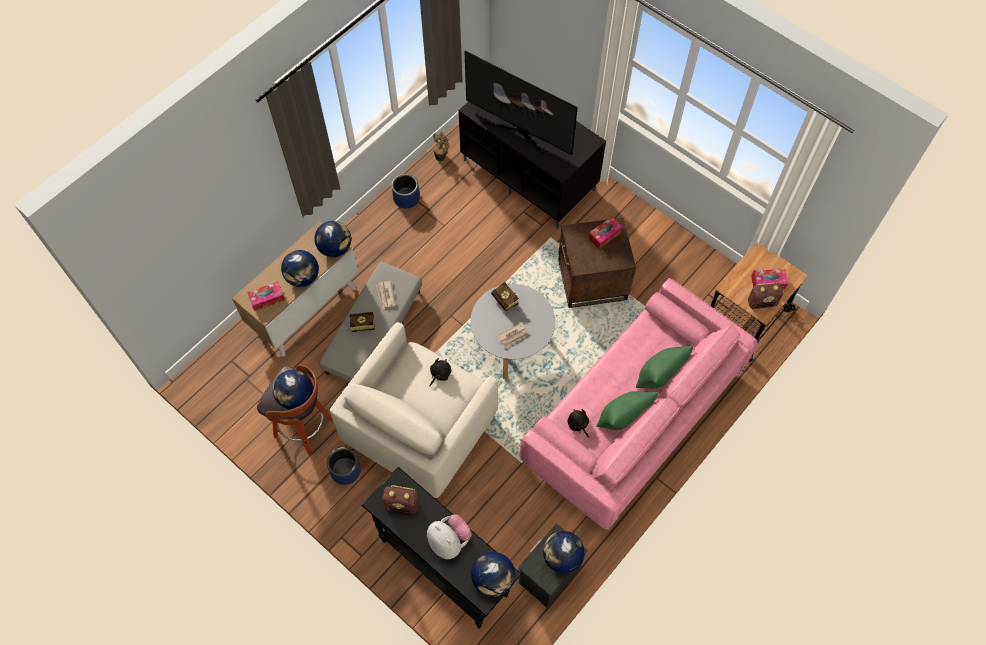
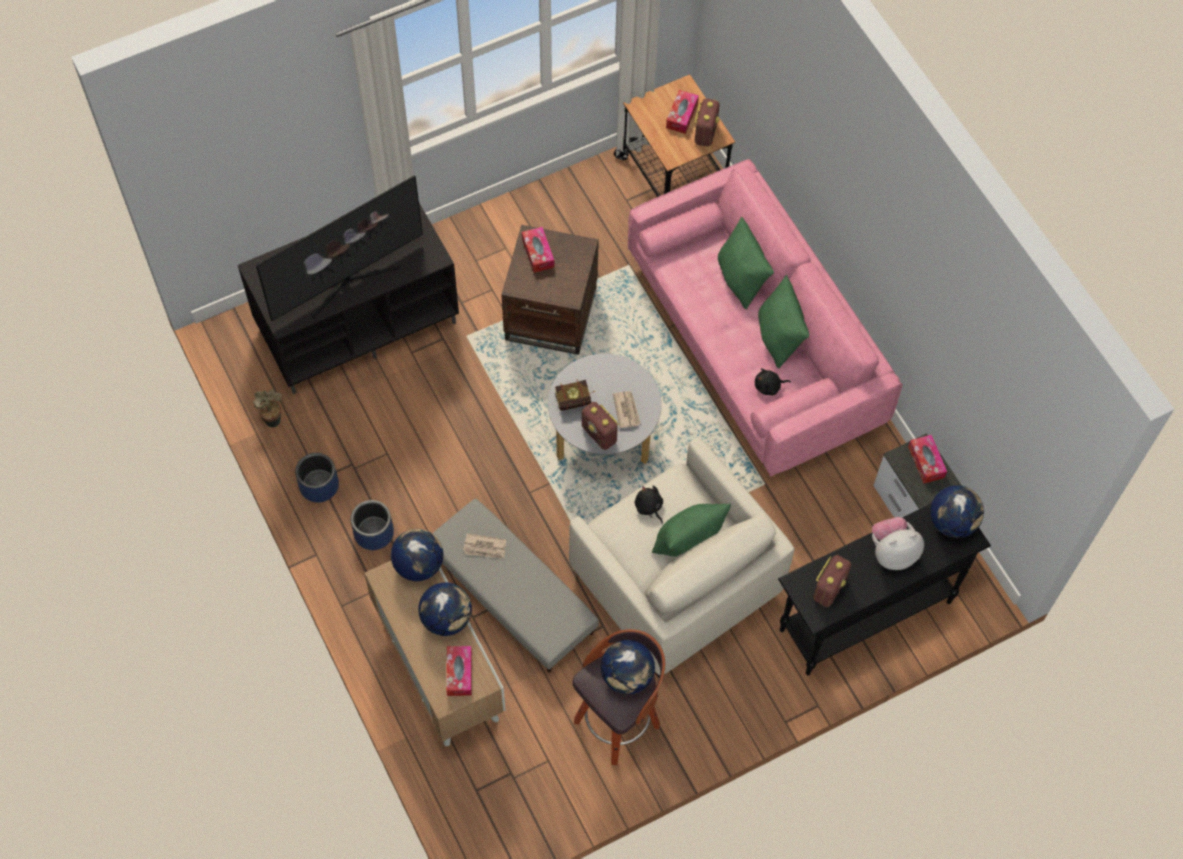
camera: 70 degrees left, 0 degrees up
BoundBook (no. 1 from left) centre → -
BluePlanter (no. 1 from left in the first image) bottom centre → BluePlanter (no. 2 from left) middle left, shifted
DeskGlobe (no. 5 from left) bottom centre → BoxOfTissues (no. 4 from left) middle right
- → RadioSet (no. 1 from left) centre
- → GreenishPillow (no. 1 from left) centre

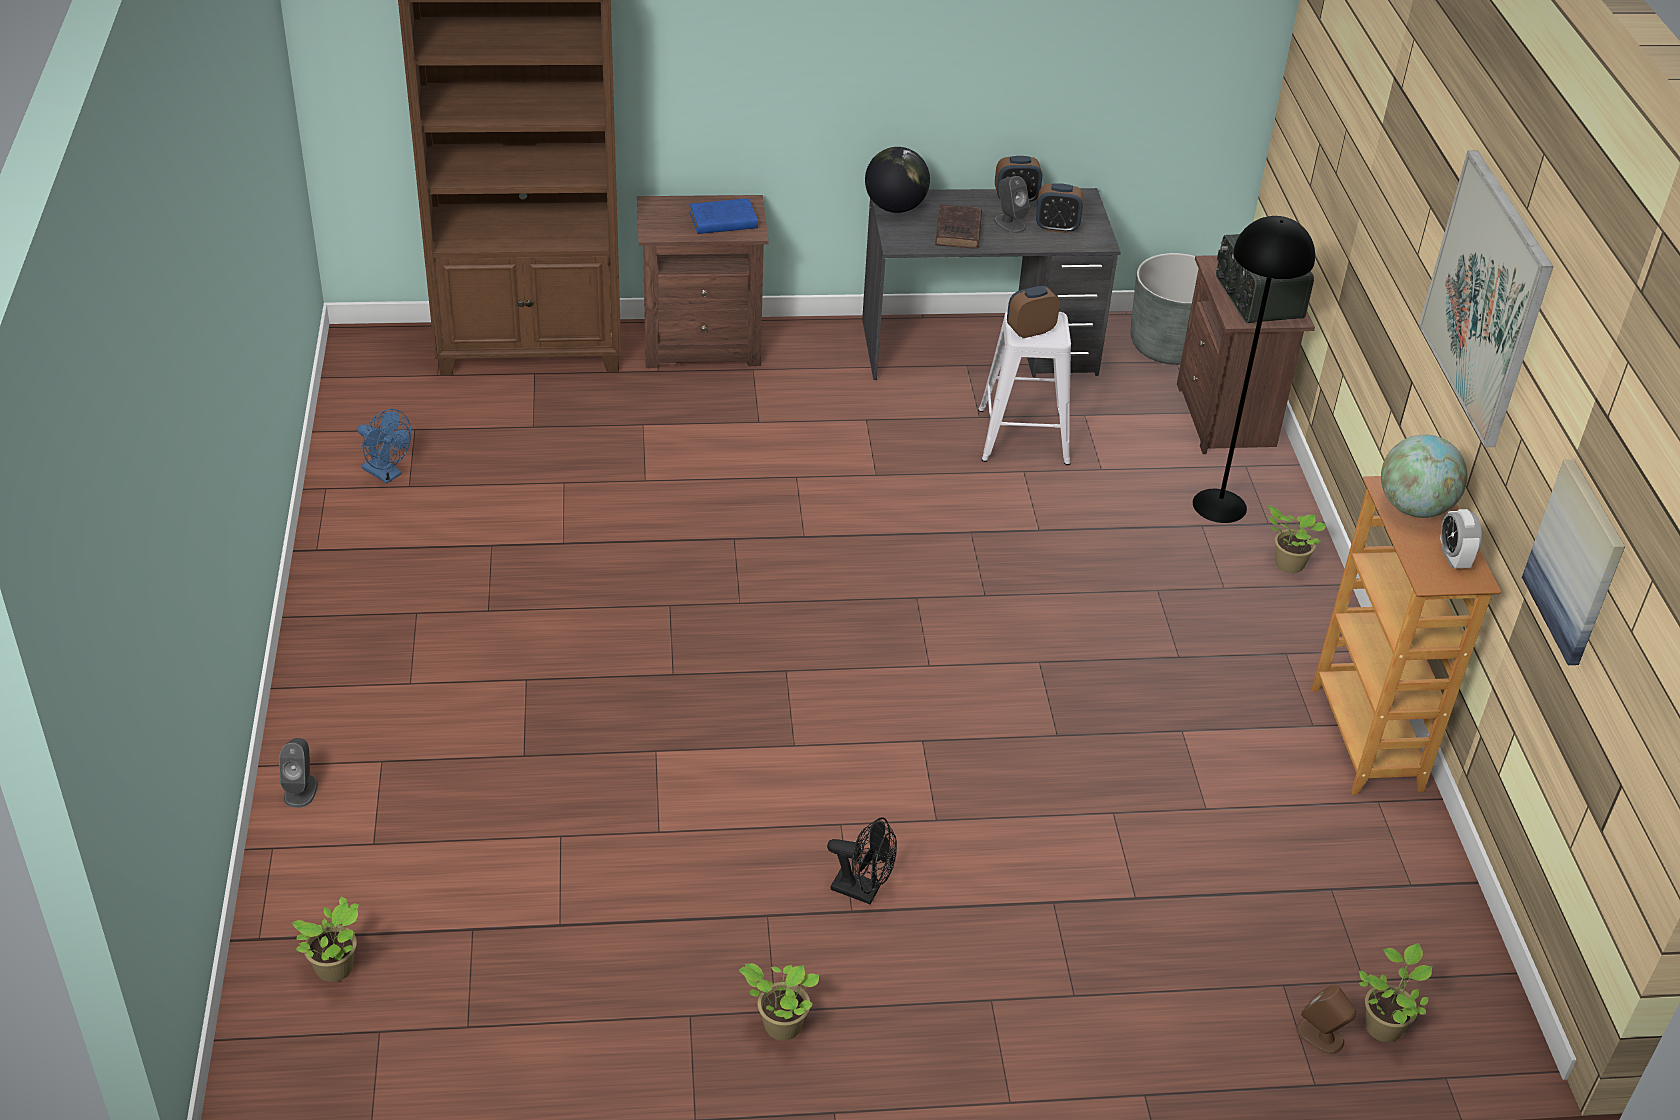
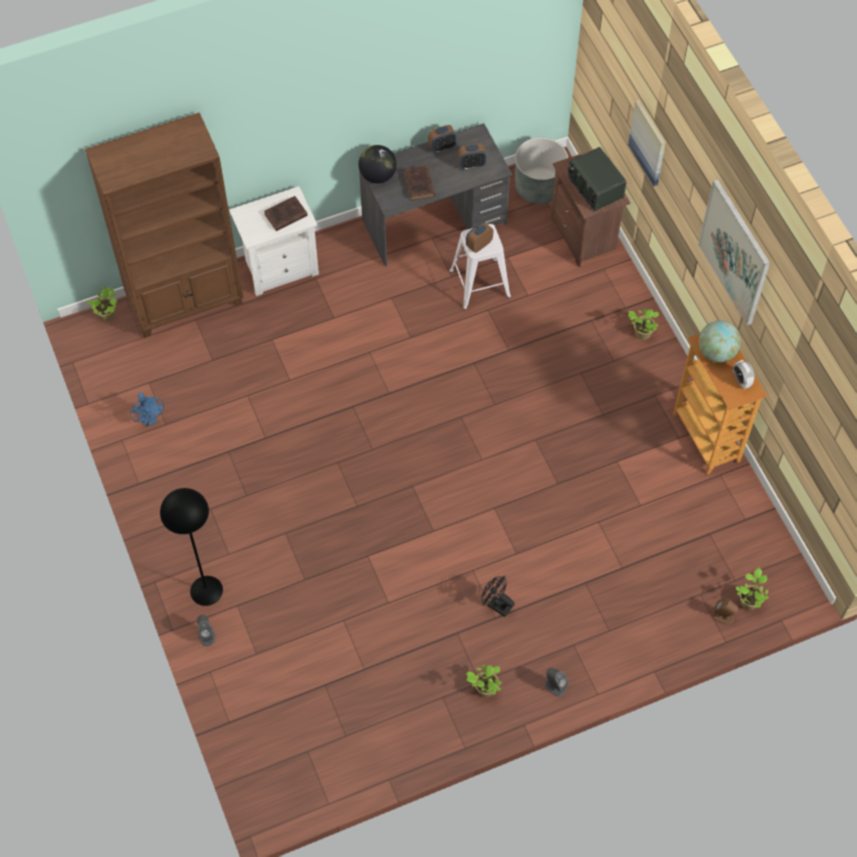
camera: 15 degrees left, 20 degrees up
GreyLoudspeaker (no. 2 from left) top centre → GreyLoudspeaker (no. 2 from left) bottom centre, shifted
BrownishBedsideTable (no. 1 from left) top centre → WhiteBedsideTable top left
BlueBoundBook top centre → BrownishBoundBook (no. 1 from left) top centre
BlackStandardLamp top right → BlackStandardLamp middle left, shifted
BlueFan middle left, 45 degrees clockwise
WallPicture (no. 2 from left in the first image) middle right → WallPicture (no. 1 from left) top right, shifted
BlackFan bottom centre, 150 degrees counterclockwise
PottedPlant (no. 1 from left) bottom left → PottedPlant (no. 1 from left) middle left, shifted

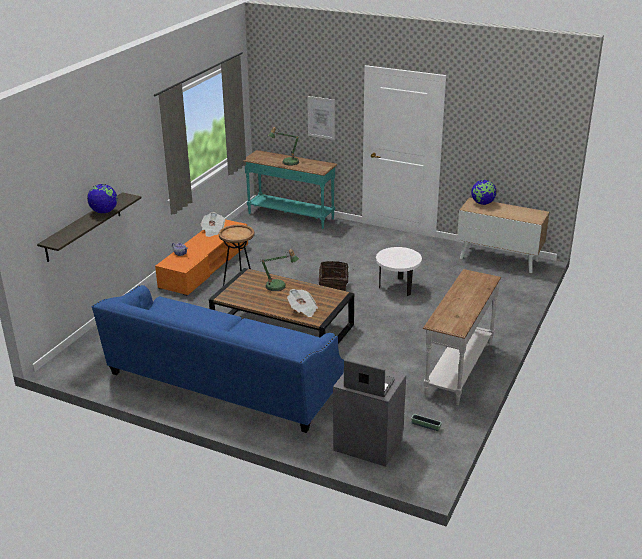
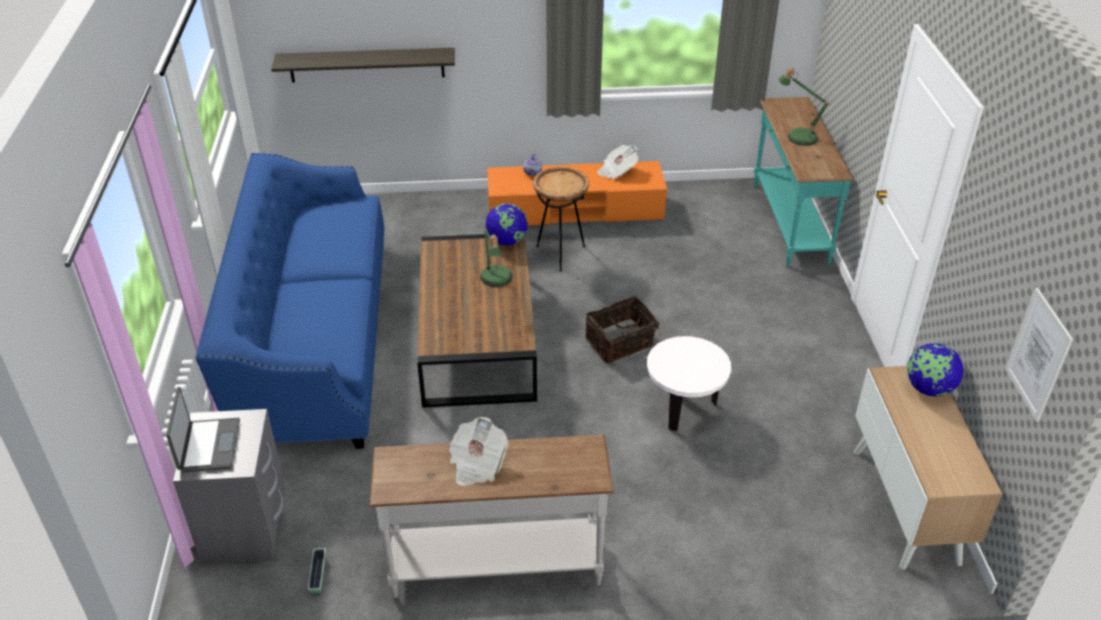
camera: 60 degrees right, 10 degrees up
WallPicture top centre → WallPicture middle right, shifted
DeskGlobe (no. 1 from left) middle left → DeskGlobe (no. 1 from left) centre, shifted
Newspaper (no. 2 from left in the first image) centre → Newspaper (no. 1 from left) bottom centre, shifted

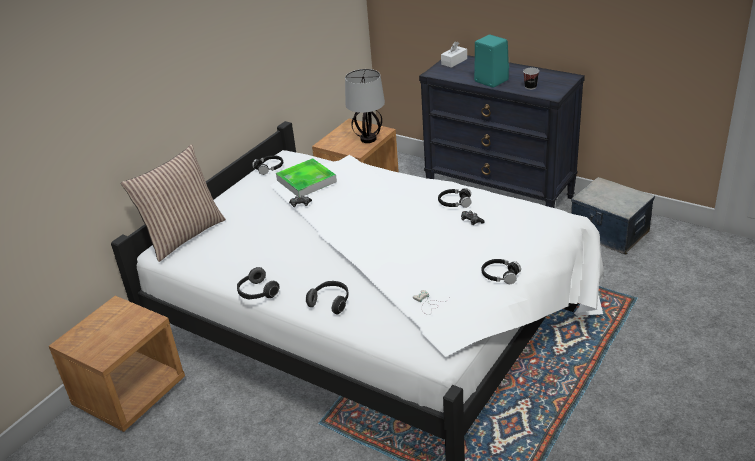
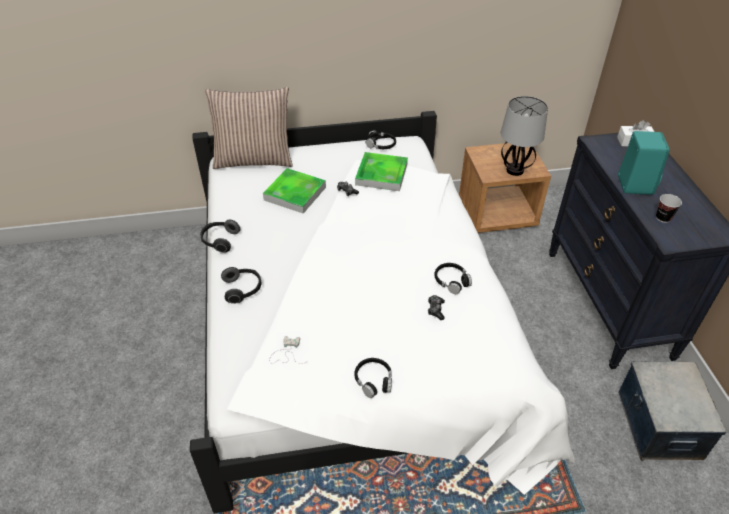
camera: 45 degrees right, 10 degrees up
BrownishBedsideTable (no. 1 from left) bottom left → -
- → Tray (no. 1 from left) centre

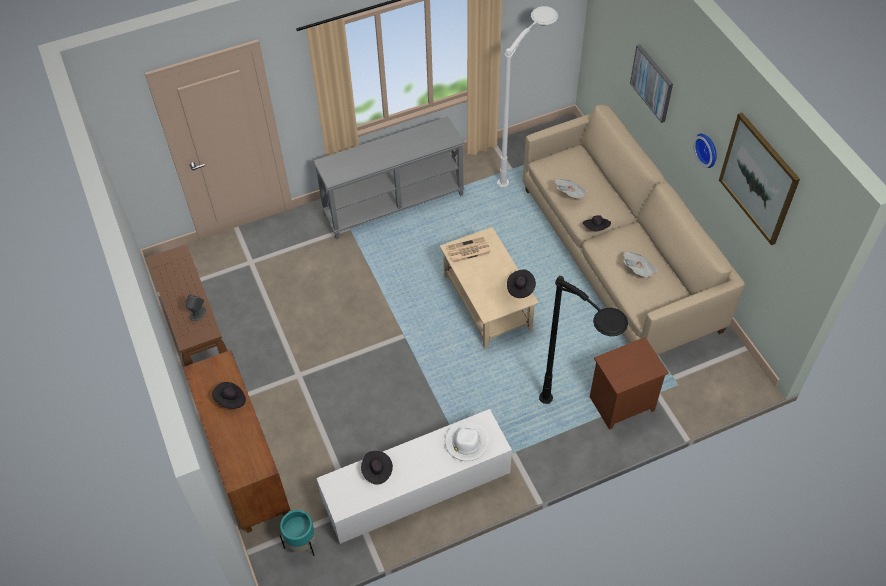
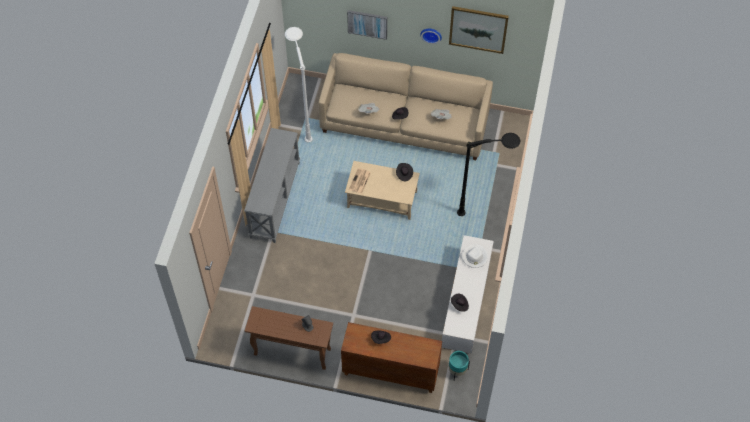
camera: 55 degrees left, 5 degrees up
BrownishBedsideTable middle right → -

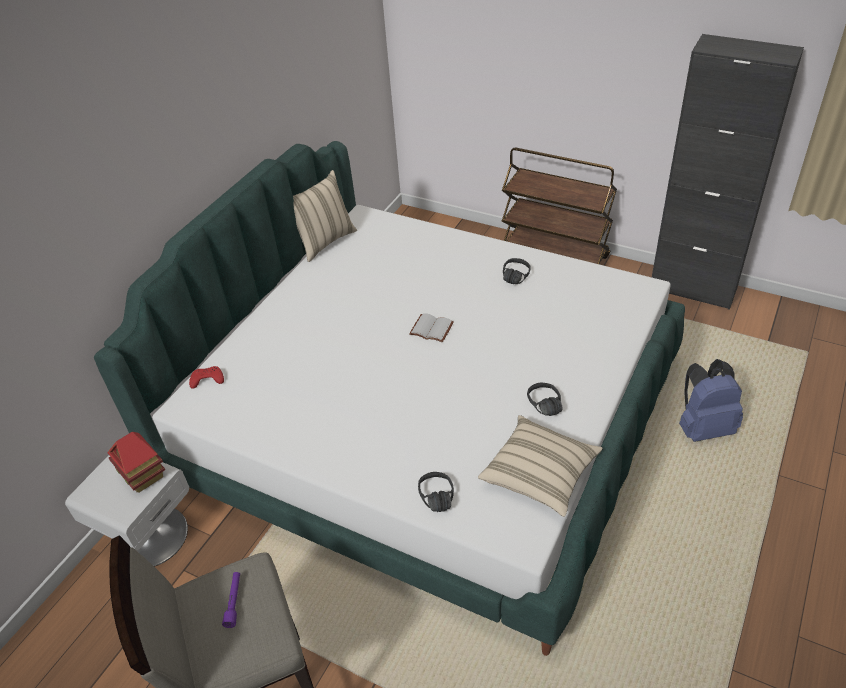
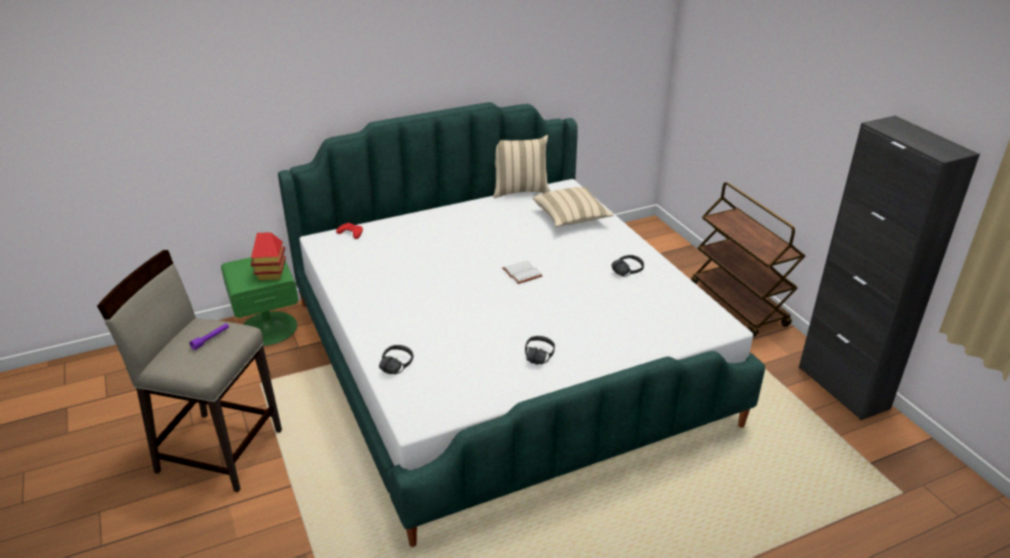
camera: 35 degrees right, 10 degrees down
BlueBackpack middle right → -
BeigeColouredPillow (no. 2 from left) bottom centre → BeigeColouredPillow (no. 2 from left) centre, shifted
WhiteBedsideTable bottom left → GreenishBedsideTable middle left

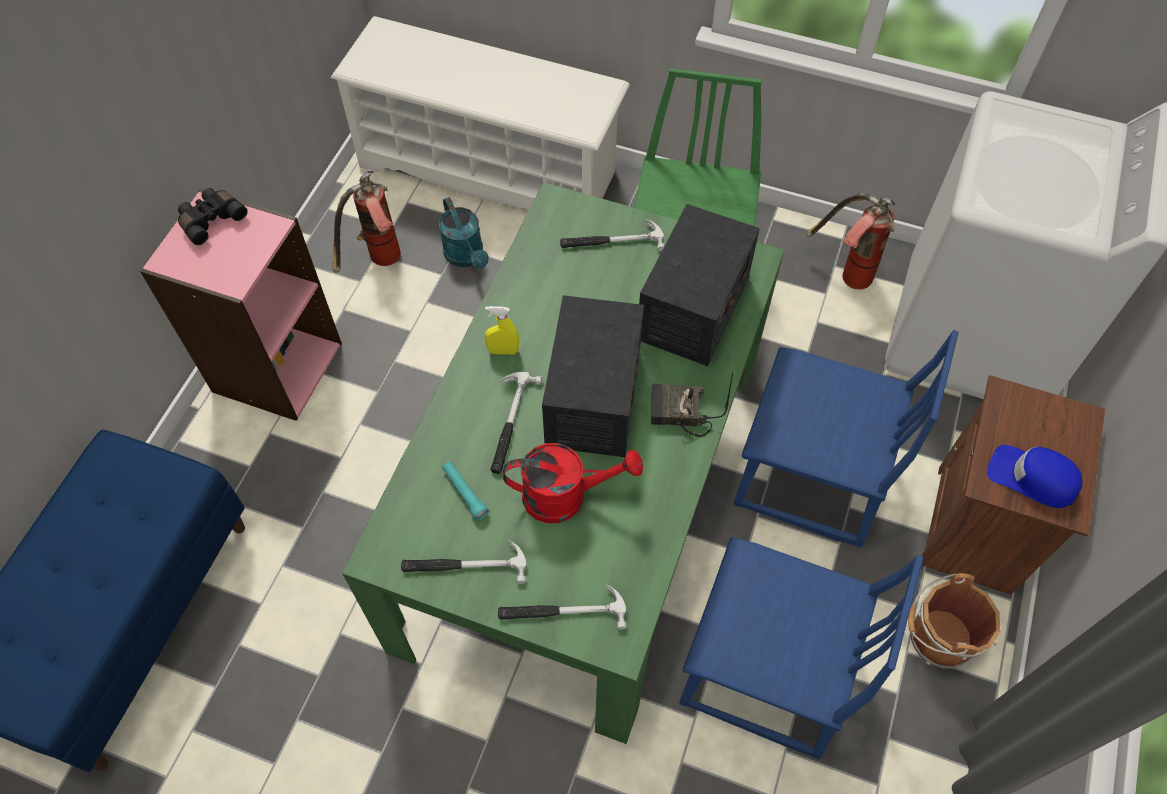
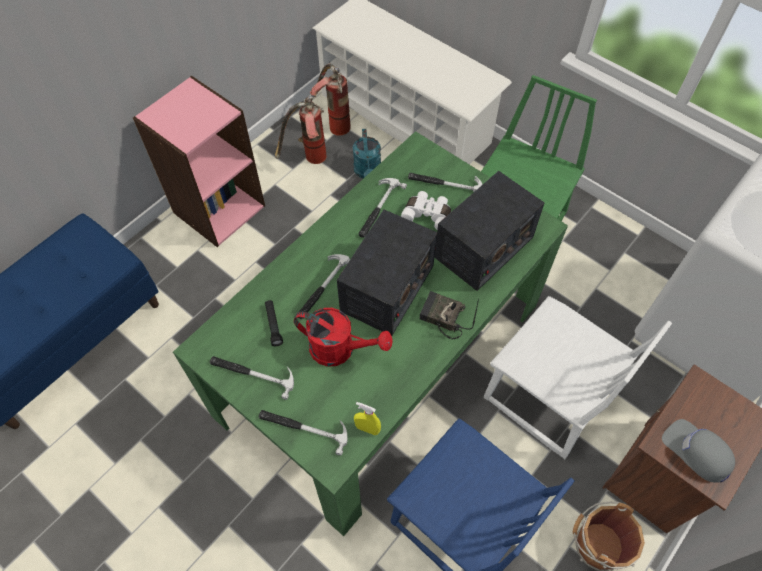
camera: 20 degrees right, 0 degrees up
BlackPairOfBinoculars top left → -
FireFightingCylinder (no. 2 from left) top right → FireFightingCylinder (no. 2 from left) top centre, shifted
YellowColouredSprayBottle centre → YellowColouredSprayBottle bottom centre, shifted
BlueChair (no. 2 from left) middle right → WhiteChair middle right
BlueCap middle right → GreyCap bottom right
BlueGreenTorch centre → BlackTorch centre
- → Hammer (no. 4 from left) centre
- → WhitePairOfBinoculars centre

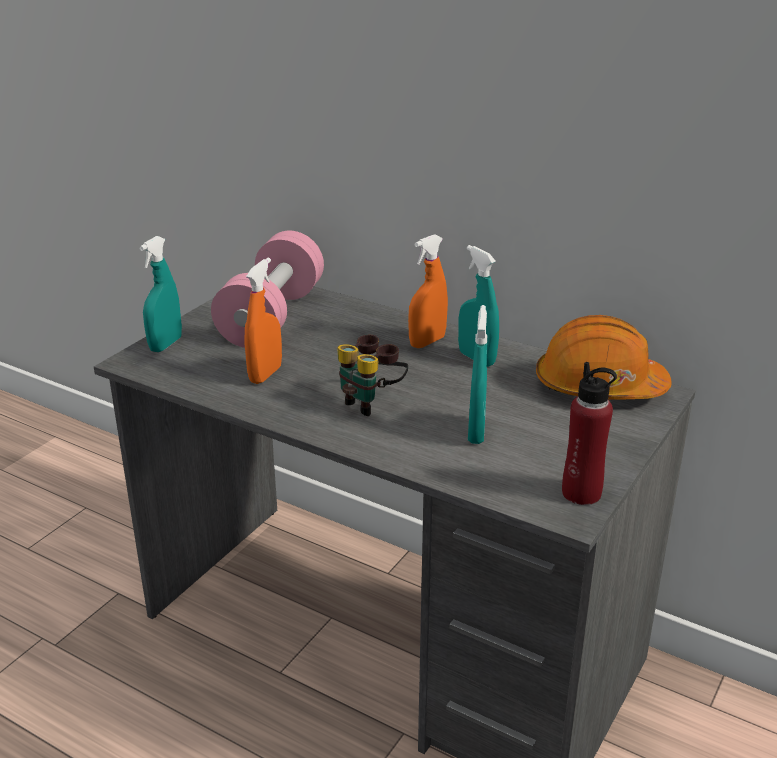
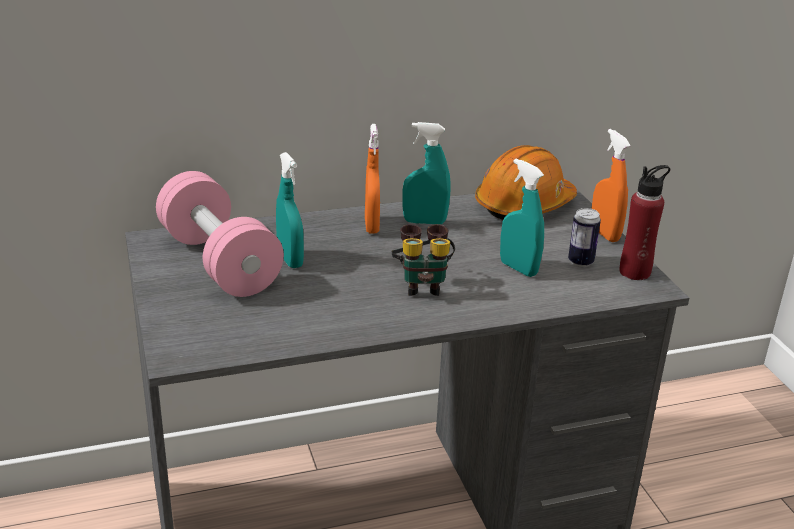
camera: 50 degrees left, 0 degrees up
BlueGreenSprayBottle (no. 1 from left) middle left → BlueGreenSprayBottle (no. 1 from left) centre, shifted
OrangeSprayBottle (no. 1 from left in the first image) centre → OrangeSprayBottle (no. 2 from left) middle right, shifted
- → SealedCan middle right

